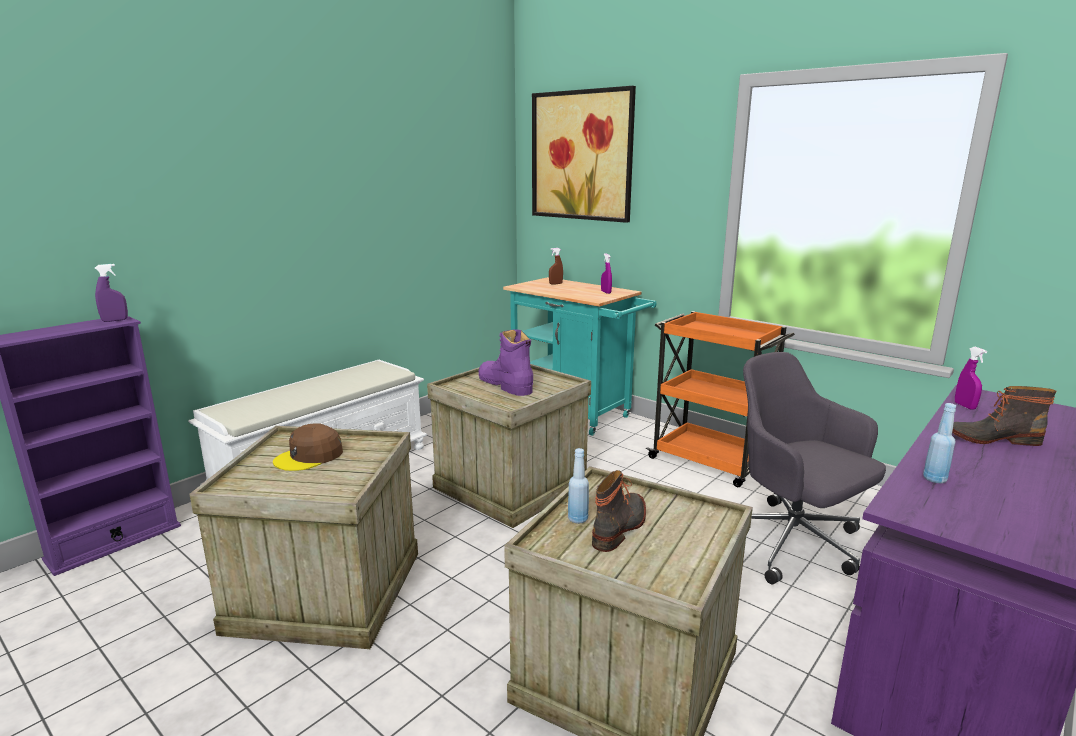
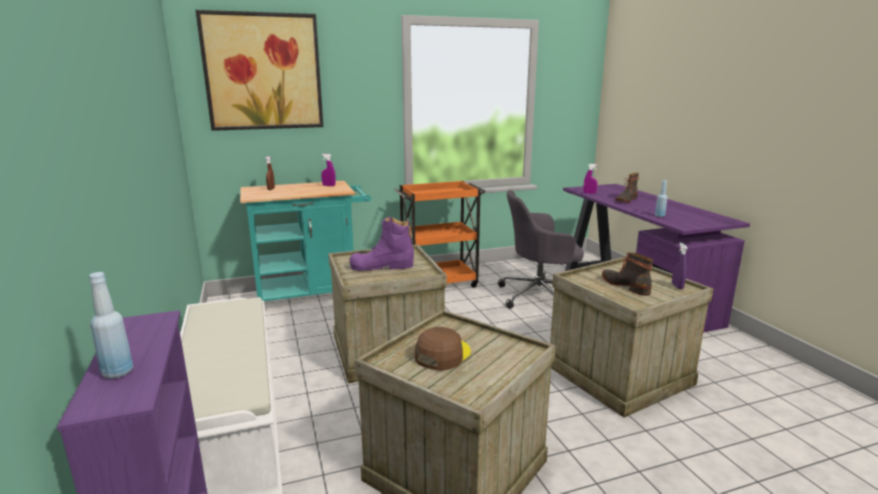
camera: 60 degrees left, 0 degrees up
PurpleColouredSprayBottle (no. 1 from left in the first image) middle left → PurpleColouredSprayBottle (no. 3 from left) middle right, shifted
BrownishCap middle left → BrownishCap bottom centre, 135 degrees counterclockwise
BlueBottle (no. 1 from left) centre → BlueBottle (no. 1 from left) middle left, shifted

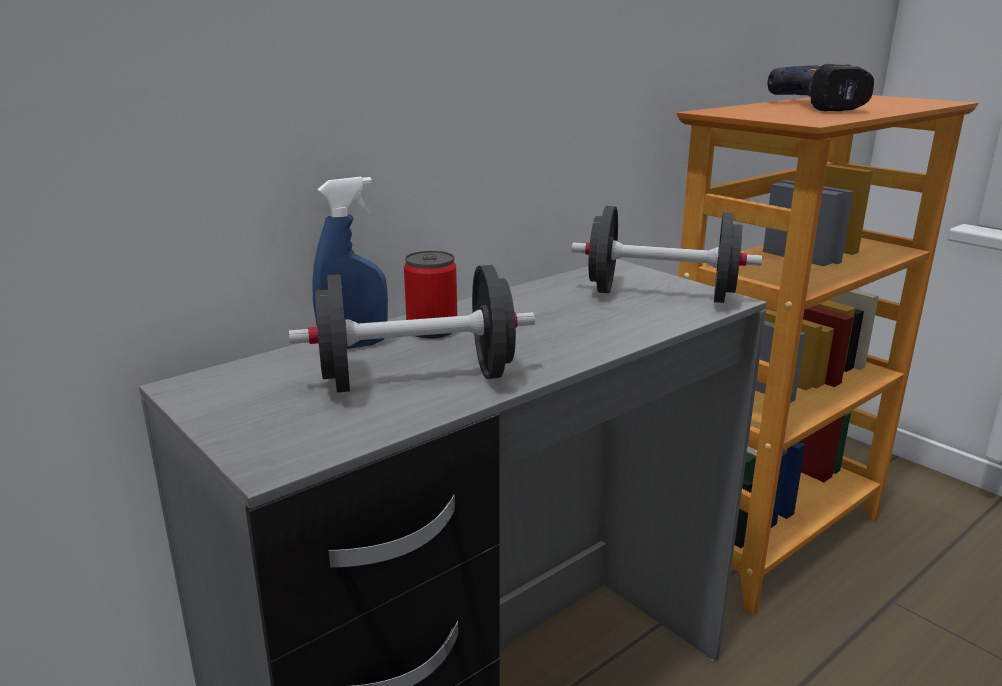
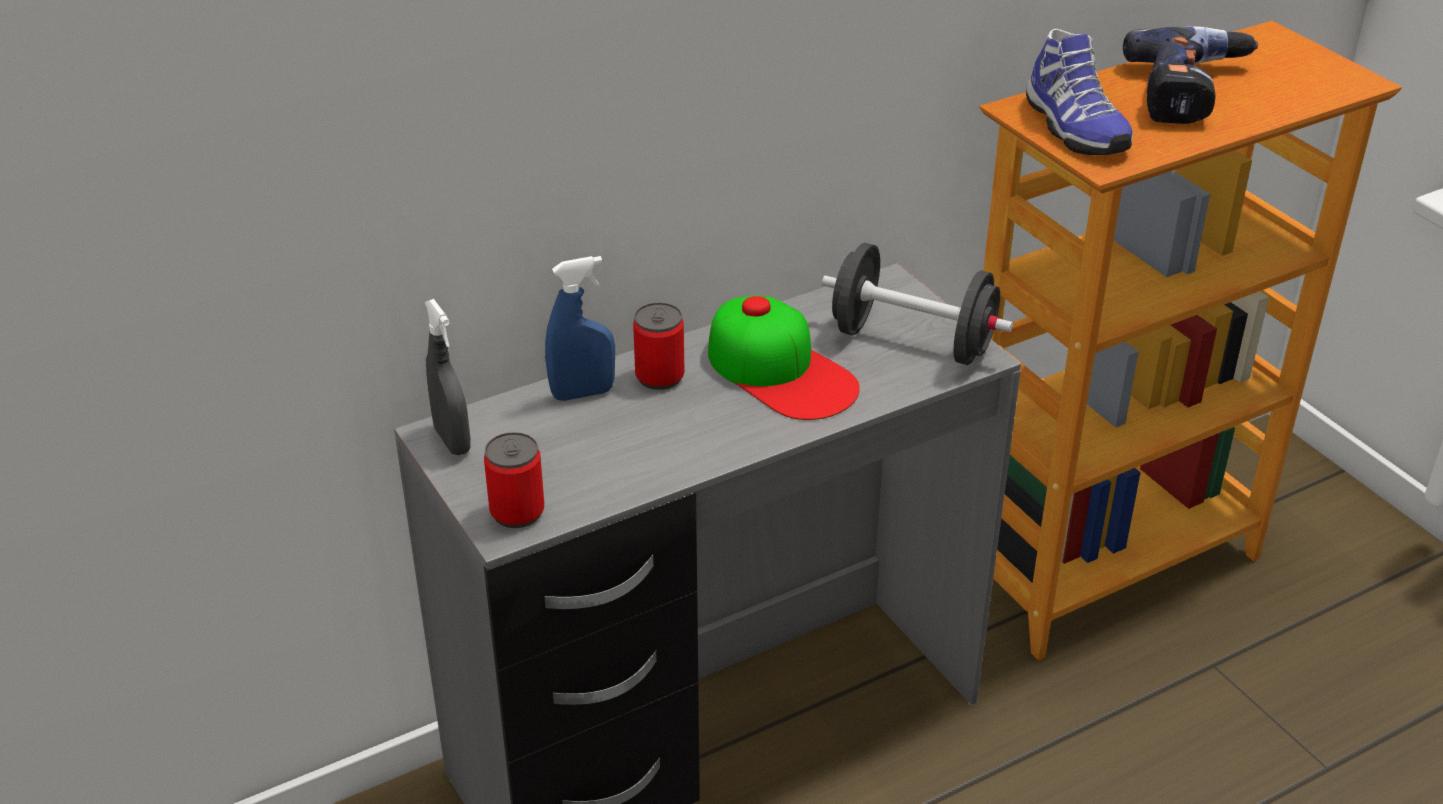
camera: 10 degrees right, 15 degrees up
BlackHandWeight (no. 1 from left) centre → -
- → LowShoe top right
- → Cap centre
- → GreySprayBottle middle left
- → SealedCan (no. 1 from left) centre

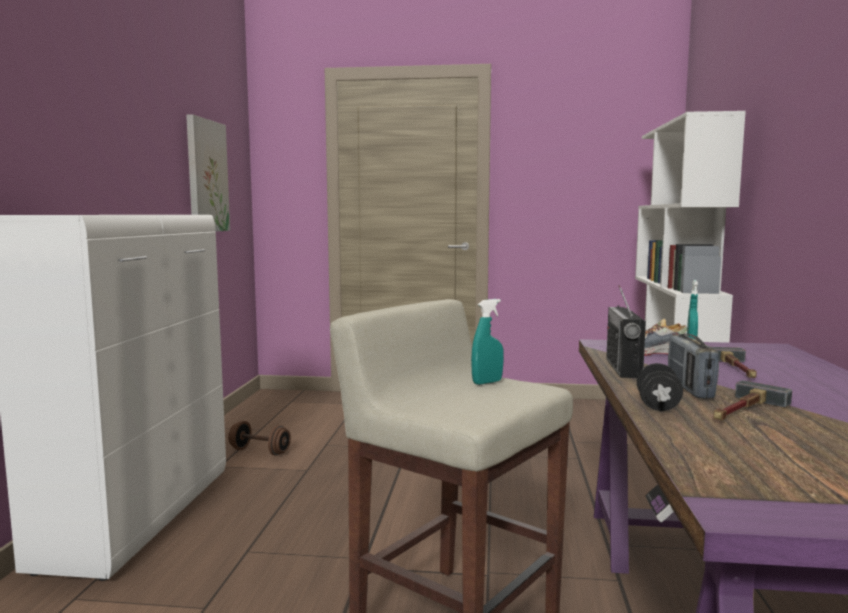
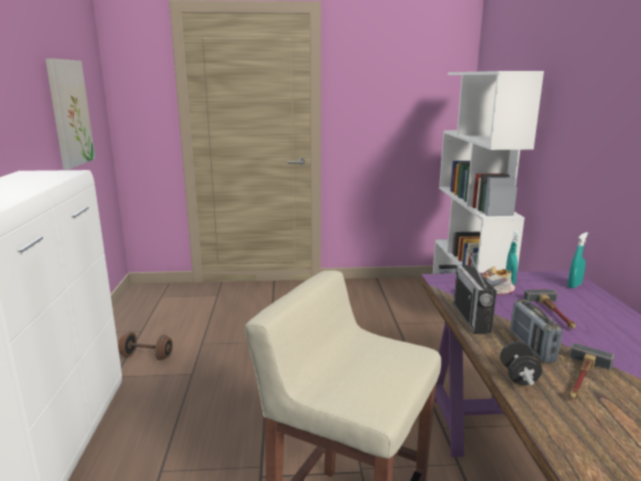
camera: 10 degrees left, 10 degrees up
BlueGreenSprayBottle (no. 1 from left in the first image) centre → BlueGreenSprayBottle (no. 2 from left) middle right, shifted

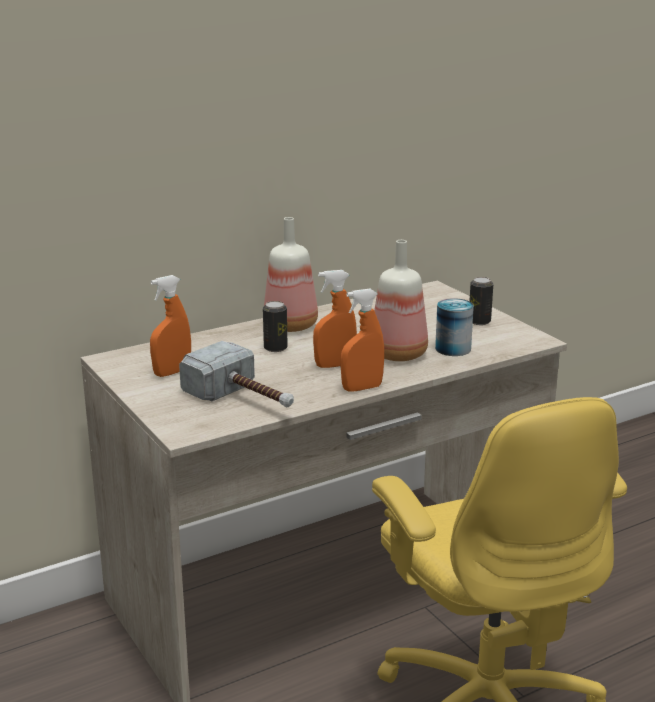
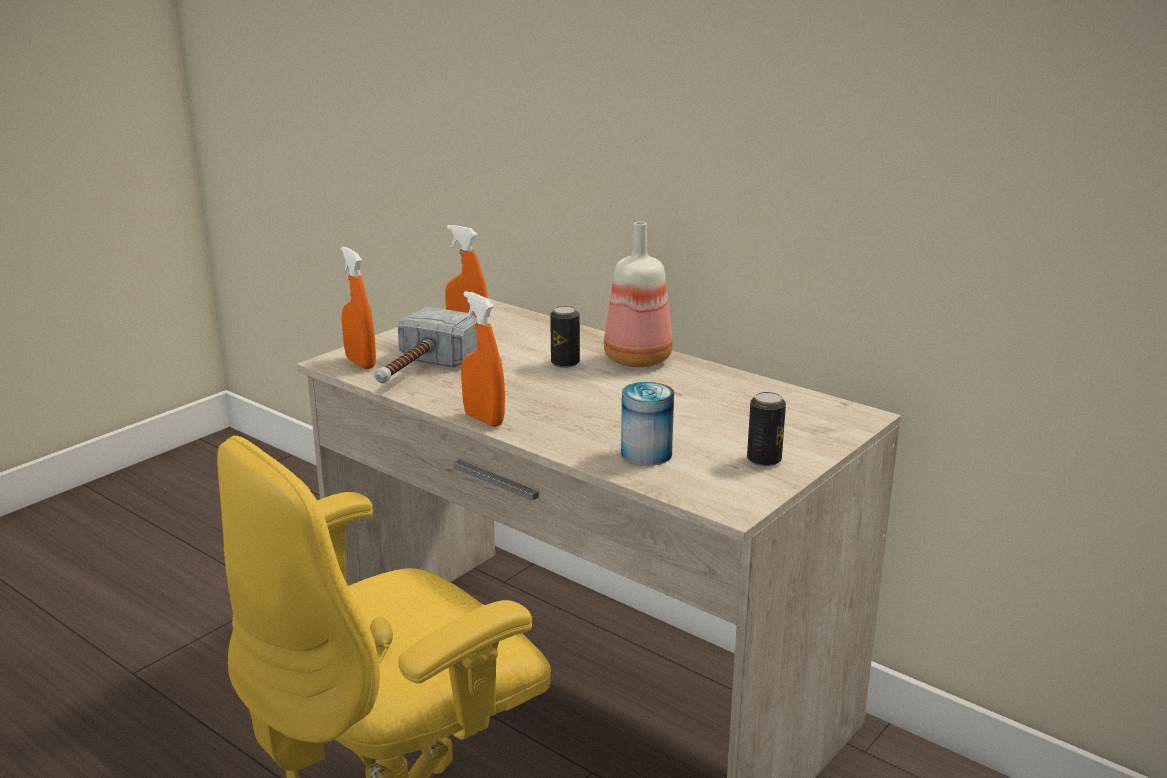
camera: 70 degrees right, 0 degrees up
Bottle (no. 2 from left) centre → -
OrangeSprayBottle (no. 2 from left in the first image) centre → OrangeSprayBottle (no. 1 from left) middle left, shifted

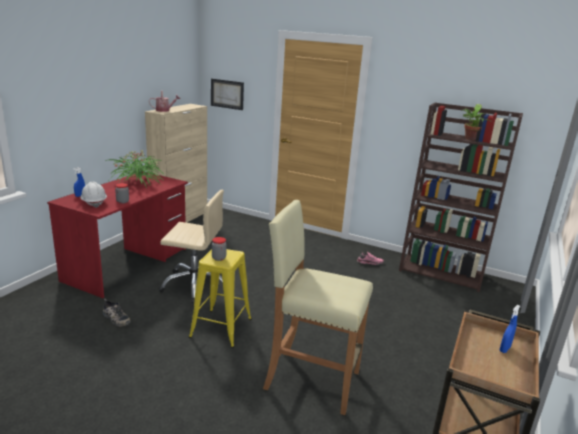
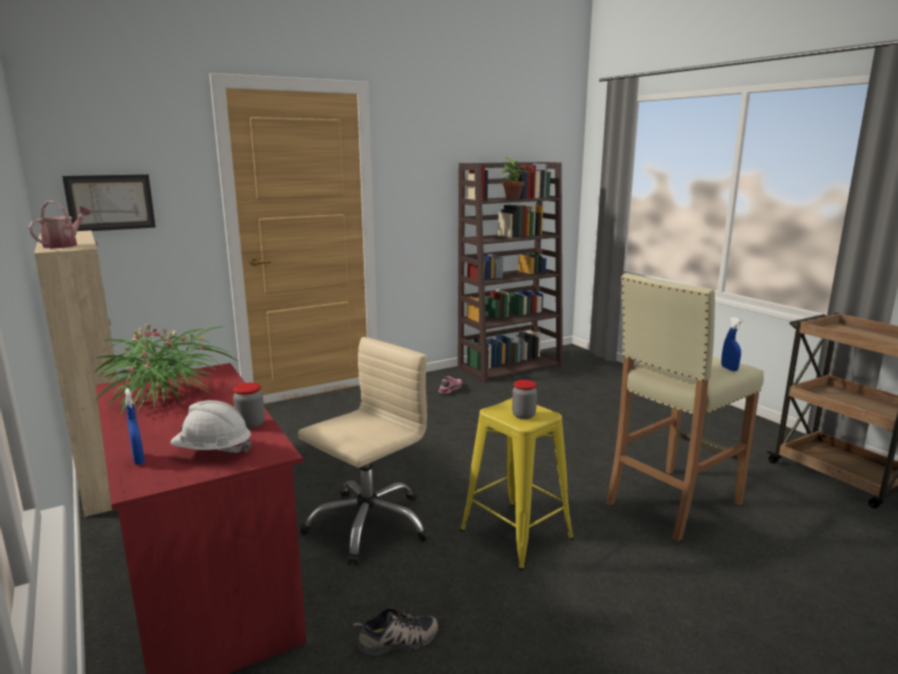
camera: 55 degrees left, 5 degrees down
BlueSprayBottle (no. 2 from left) bottom right → BlueSprayBottle (no. 2 from left) middle right, shifted

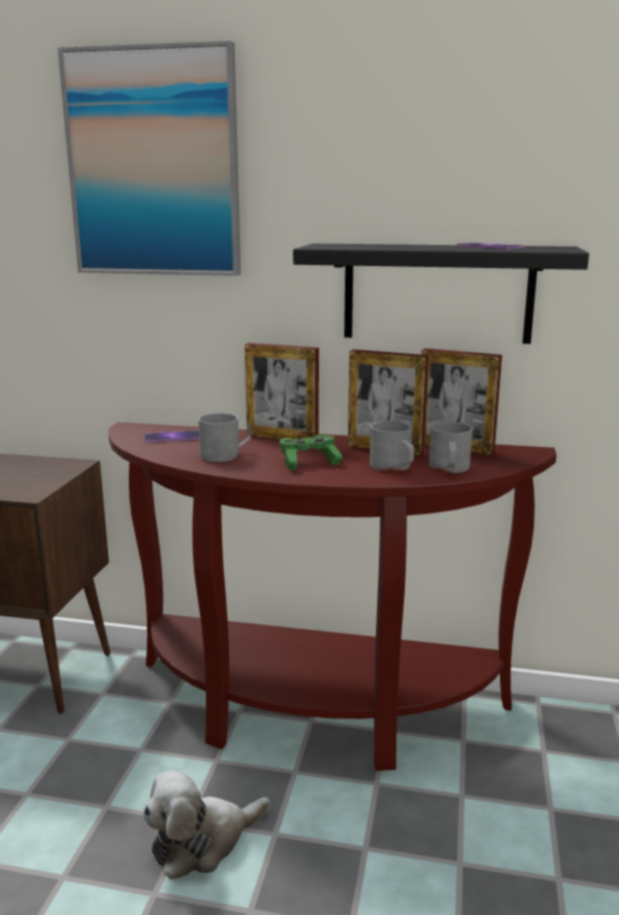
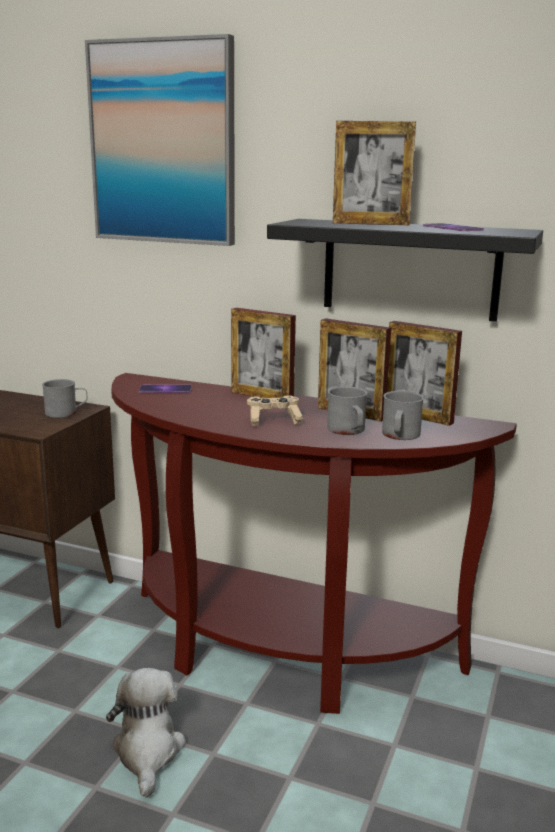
camera: 10 degrees right, 0 degrees up
GreyMug (no. 1 from left) centre → GreyMug (no. 1 from left) middle left, shifted
GreenishJoypad centre → BeigeColouredJoypad centre
PlushToy bottom left, 105 degrees clockwise
- → StandingFrame (no. 3 from left) top right

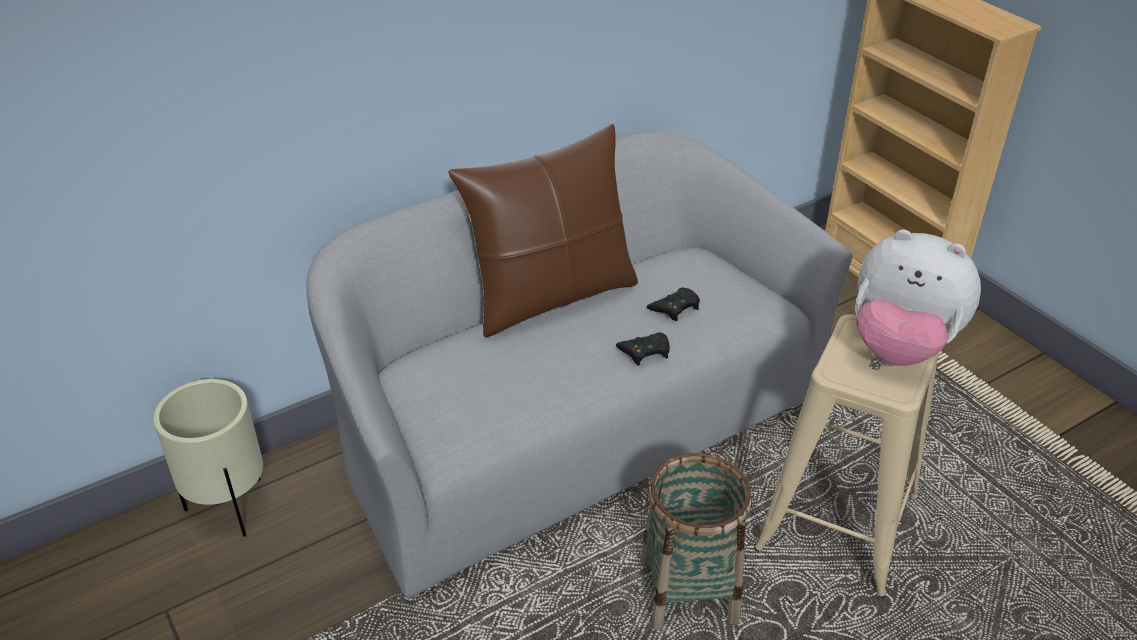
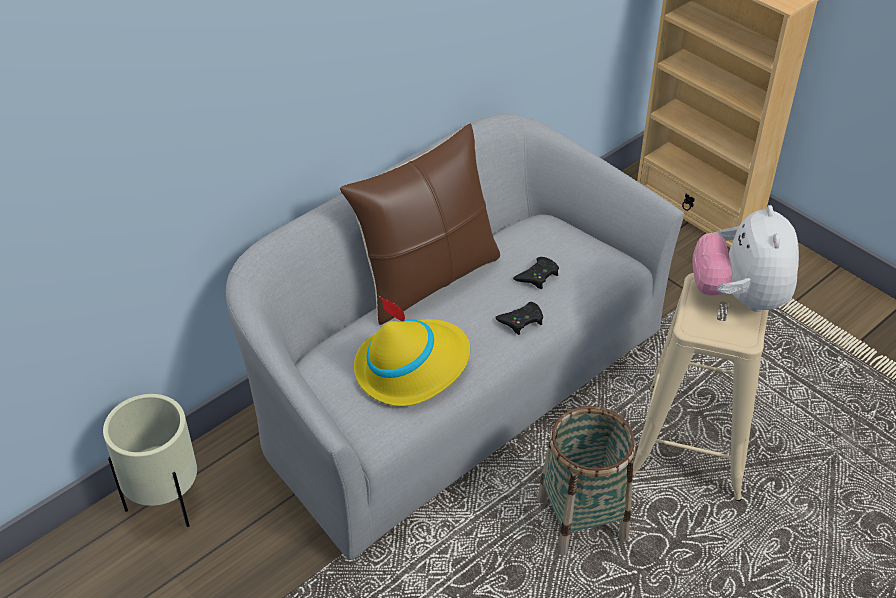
camera: 10 degrees left, 5 degrees up
PlushToy middle right, 75 degrees clockwise
- → YellowColouredWearableHat centre

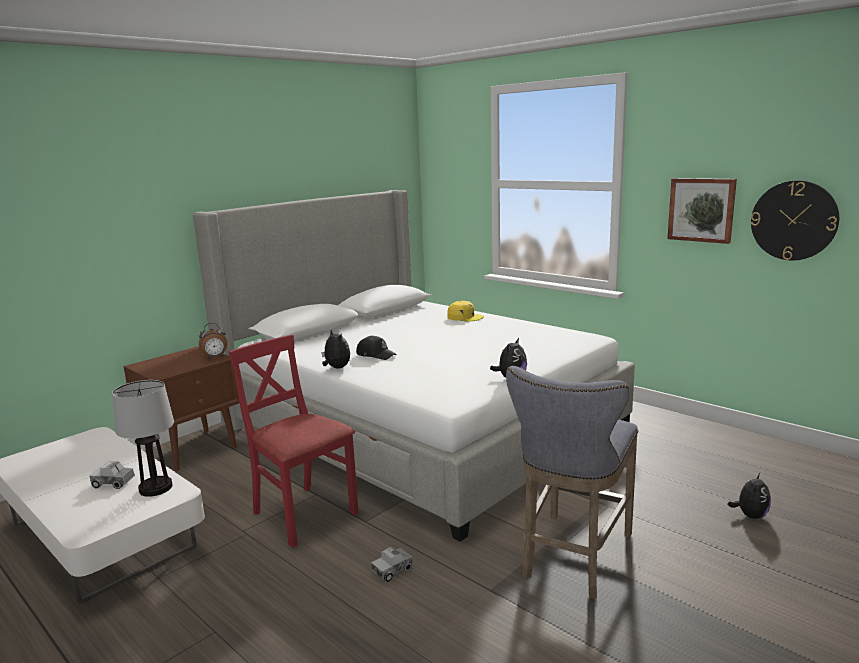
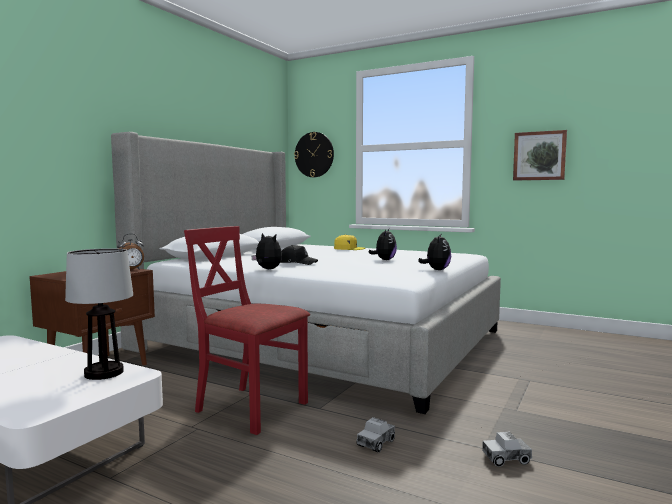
camera: 15 degrees left, 10 degrees down
HangingClock top right → HangingClock top centre, shifted
GreyStool bottom centre → -
ToyTruck (no. 1 from left in the first image) bottom left → ToyTruck (no. 2 from left) bottom right, shifted
PlushToy (no. 3 from left in the first image) bottom right → PlushToy (no. 2 from left) centre, shifted

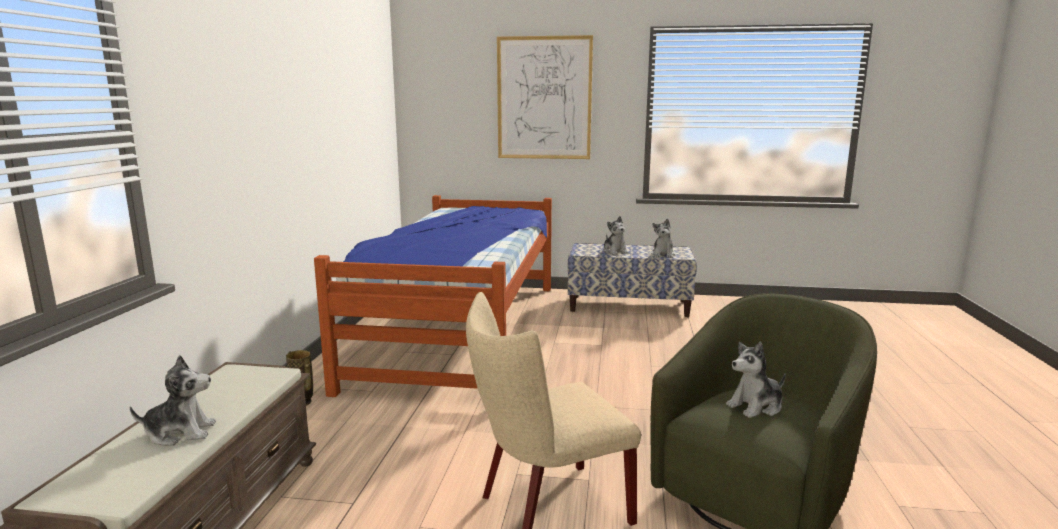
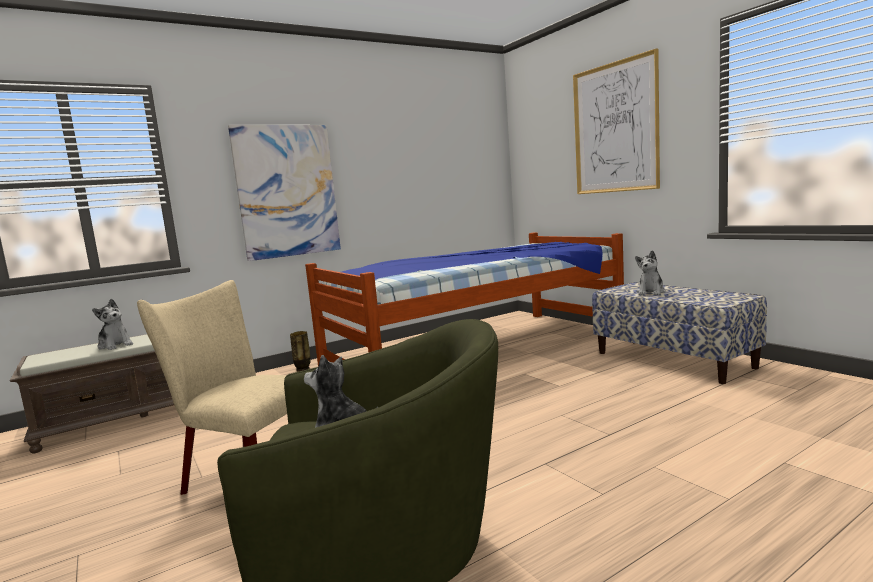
camera: 50 degrees right, 5 degrees down
PlushToy (no. 3 from left) centre → -
- → WallPicture (no. 1 from left) top left

